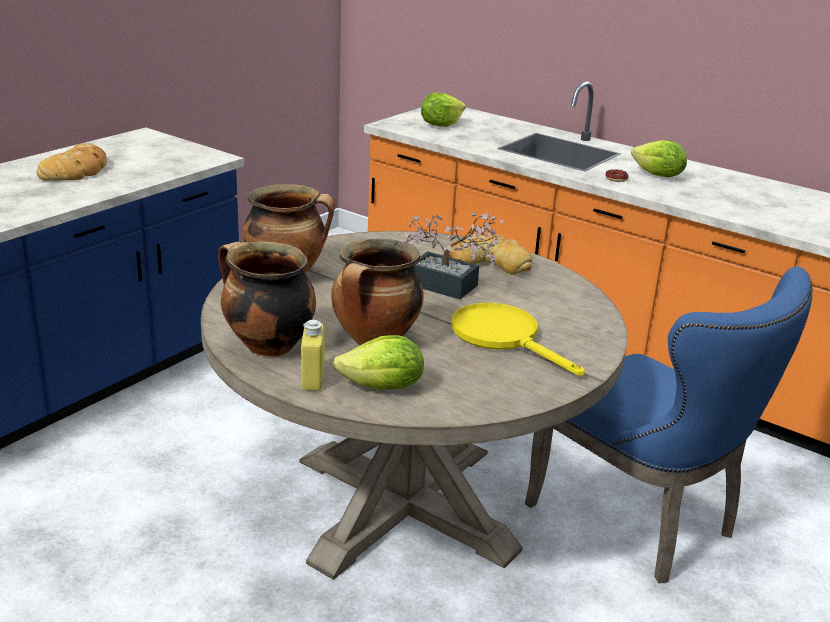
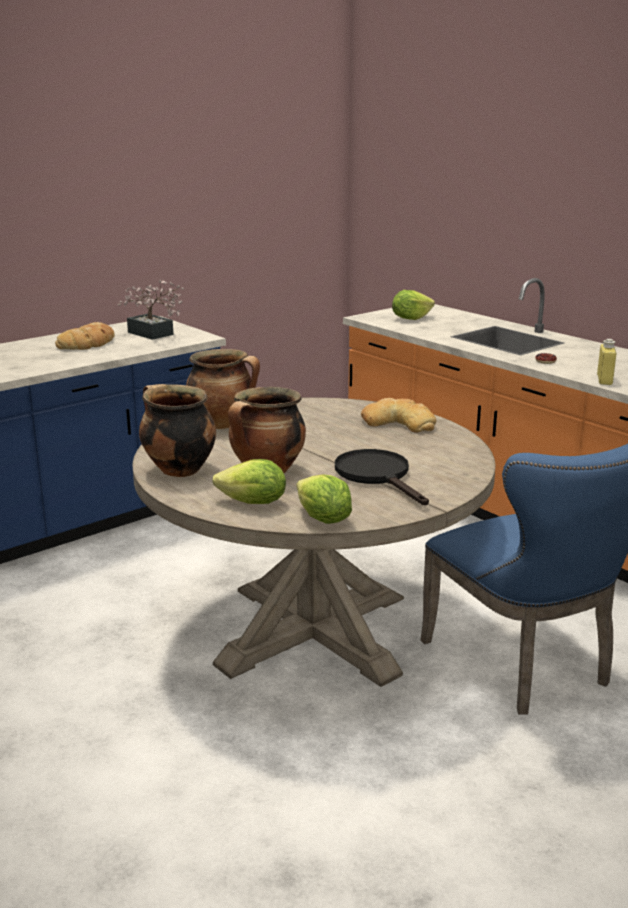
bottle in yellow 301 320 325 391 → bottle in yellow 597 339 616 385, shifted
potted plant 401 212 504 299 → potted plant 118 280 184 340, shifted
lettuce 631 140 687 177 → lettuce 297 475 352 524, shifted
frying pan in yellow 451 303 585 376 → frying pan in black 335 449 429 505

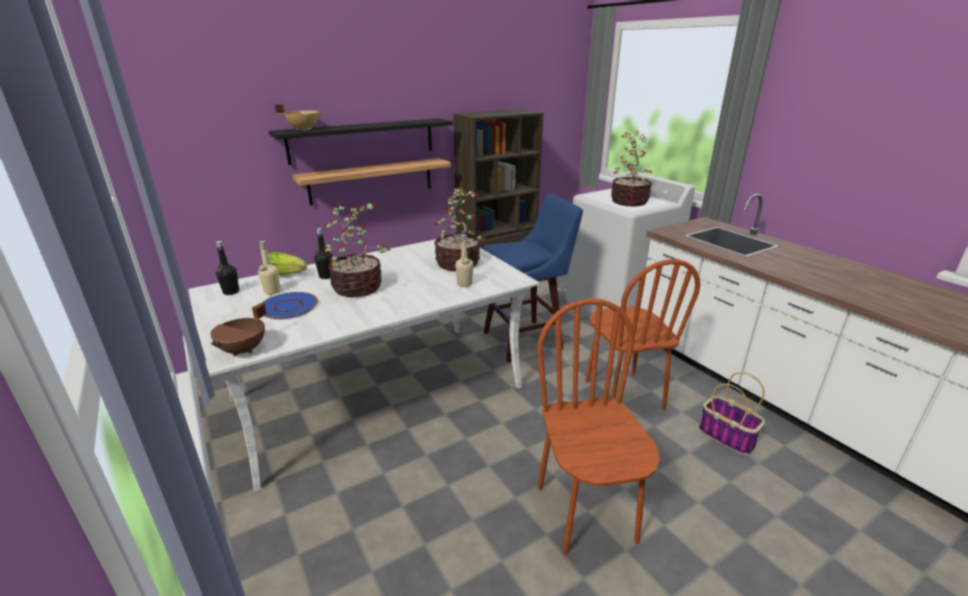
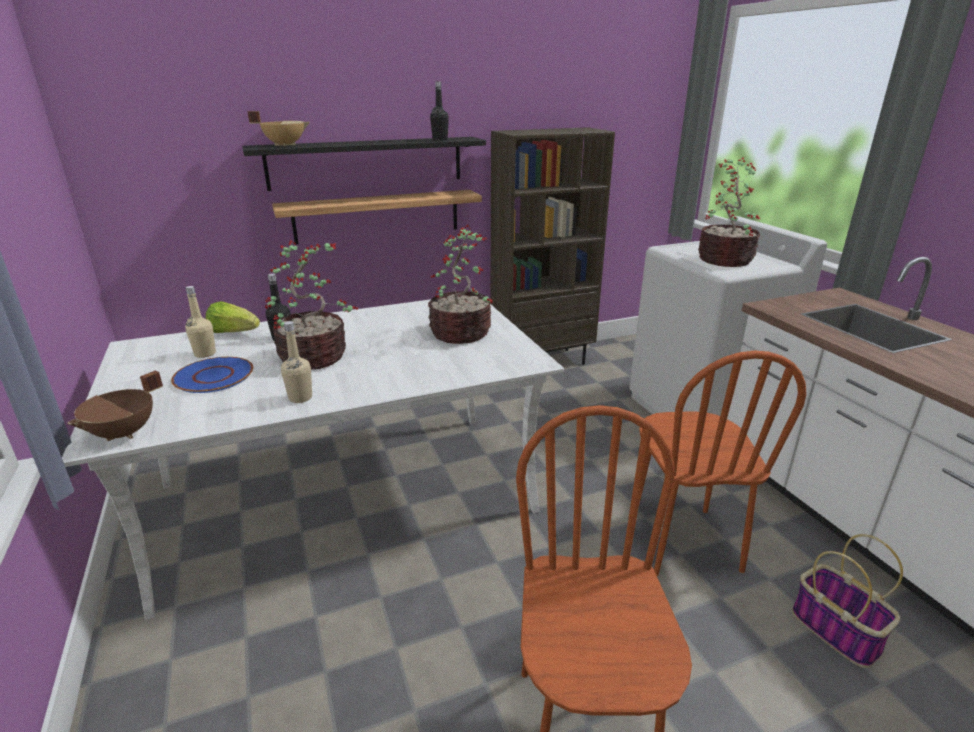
stool in blue 483 194 583 362 → -
bottle in black 216 241 239 295 → bottle in black 430 82 449 140, shifted
bottle in beige 455 235 473 287 → bottle in beige 281 321 312 403, shifted

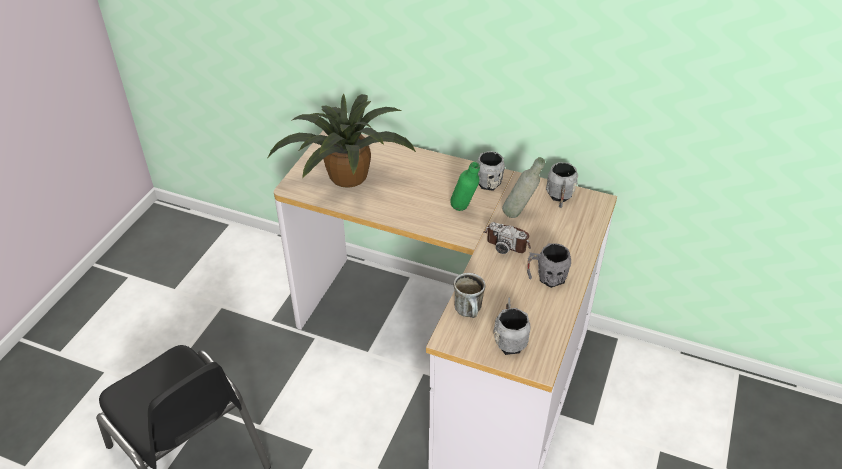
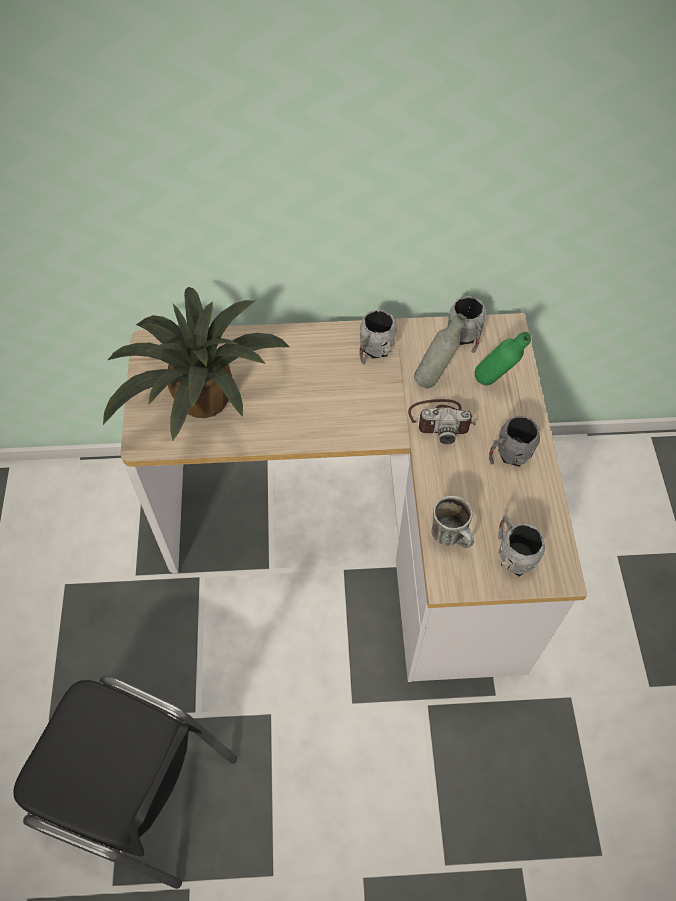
bottle in green 450 162 480 211 → bottle in green 475 332 532 386, shifted

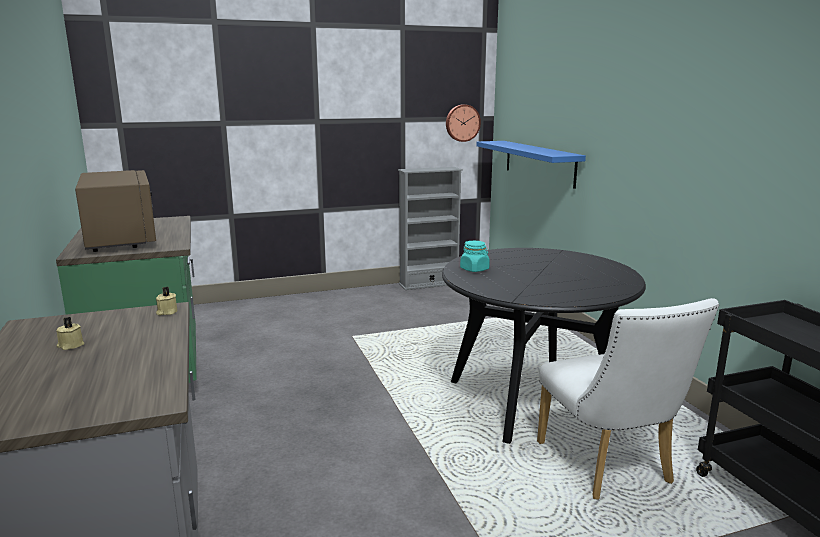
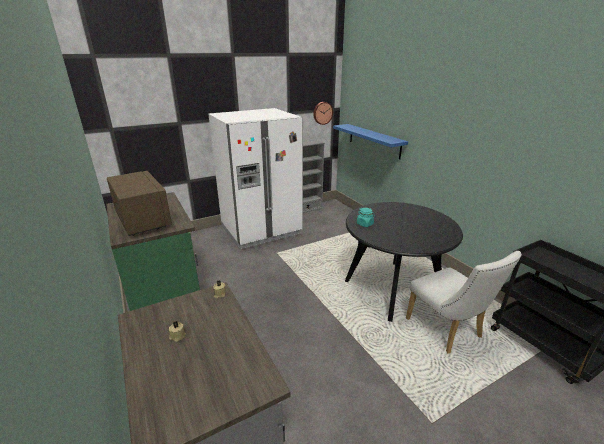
- → fridge in white 208 108 303 249

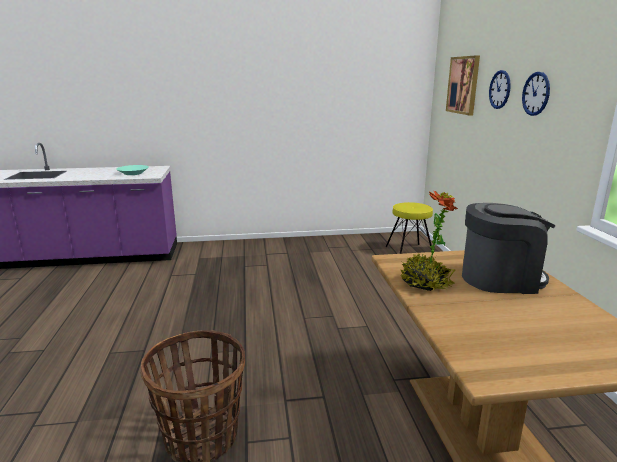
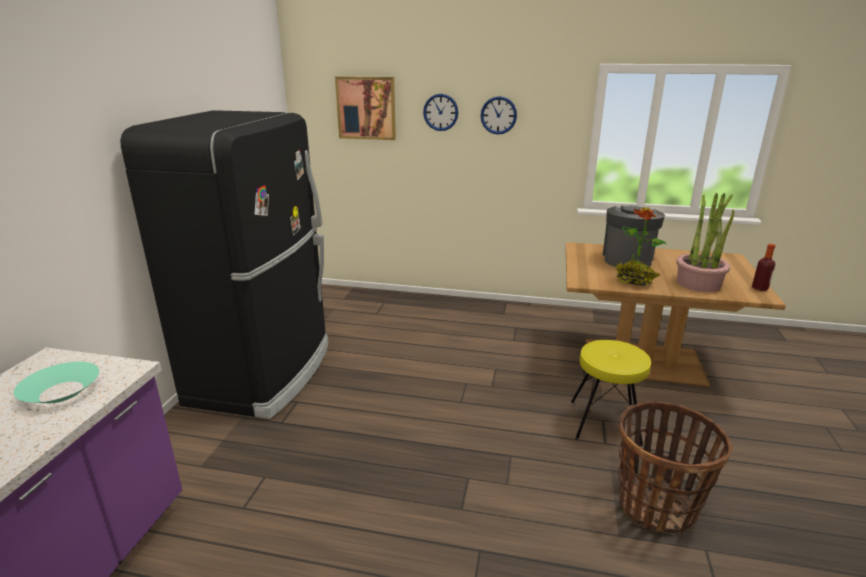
- → fridge in black 120 110 328 419
- → potted plant 676 193 734 292
- → bottle 752 244 775 291
stool in yellow 385 202 433 254 → stool in yellow 571 340 651 447, shifted

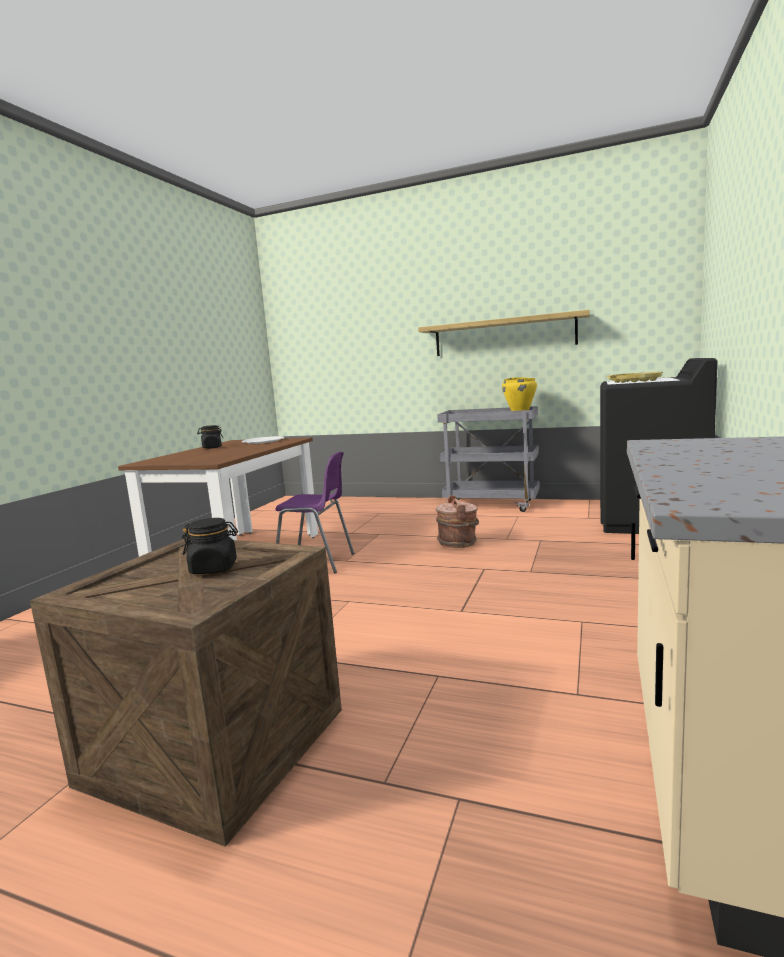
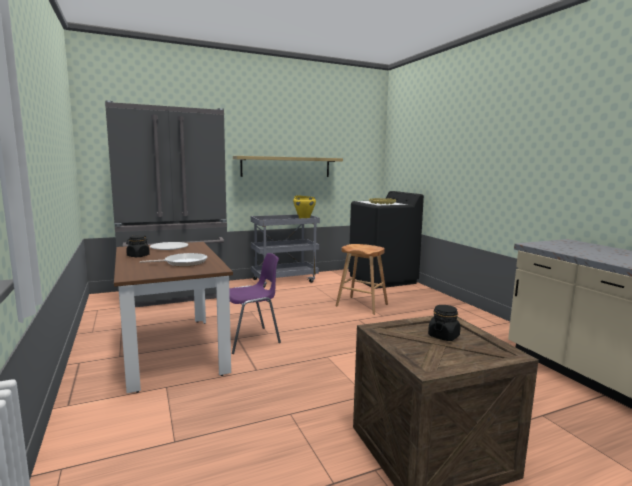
bucket in brown 436 496 479 548 → -
- → fridge in grey 105 100 228 307
- → frying pan 140 253 208 267
- → stool in brown 336 244 388 315

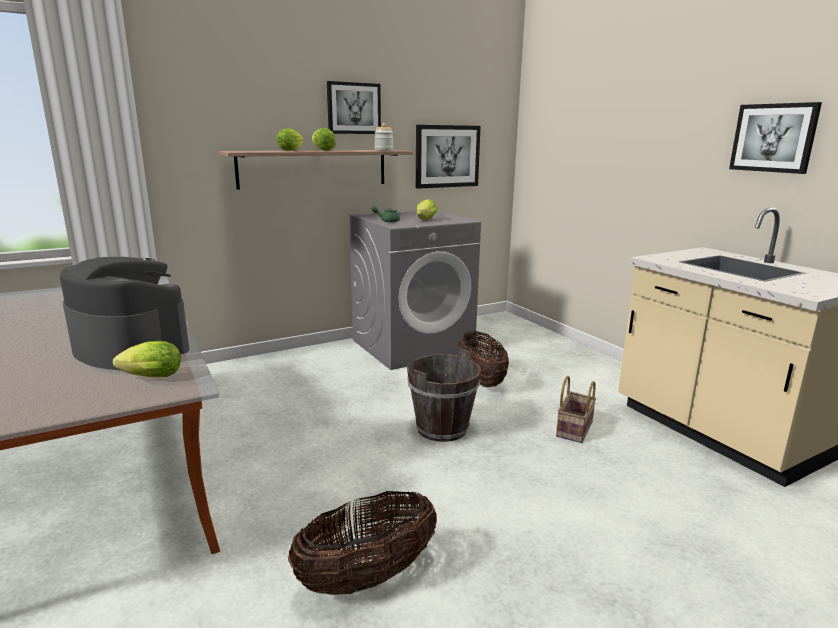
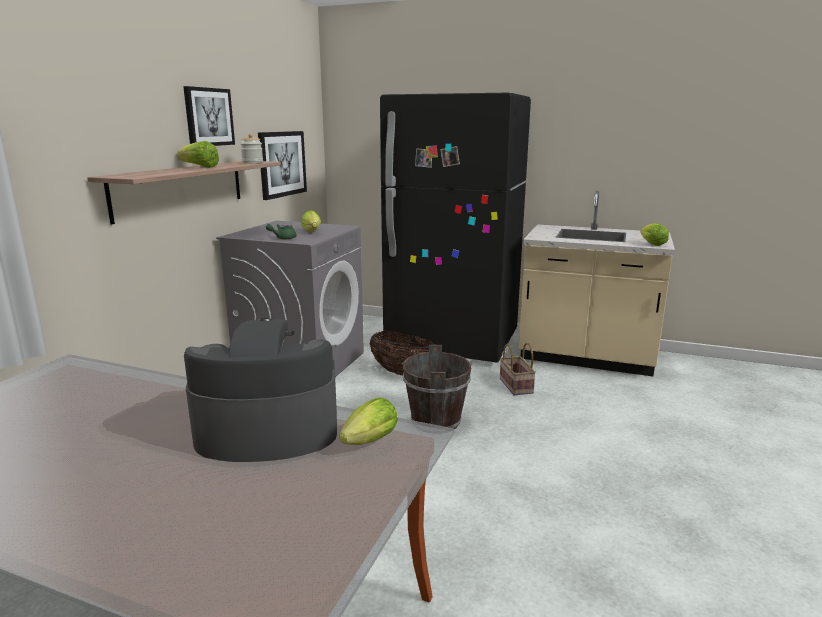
basket 288 491 437 595 → -
picture 729 102 822 174 → -
- → fridge in black 380 93 531 363
lettuce 276 128 304 151 → lettuce 640 223 669 246, shifted

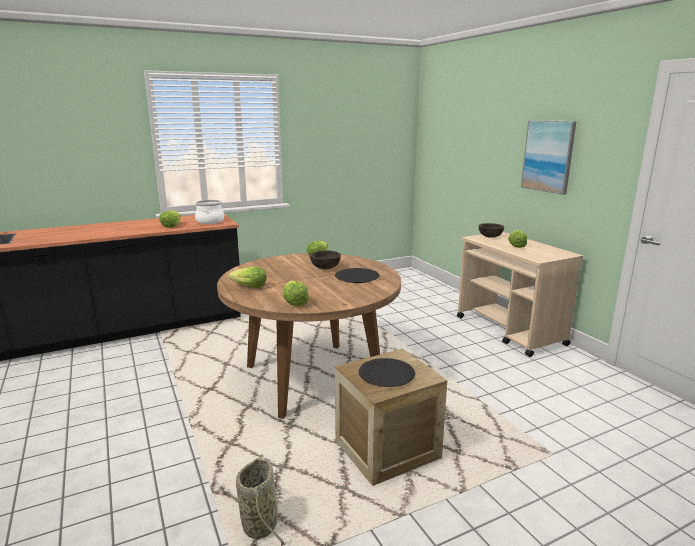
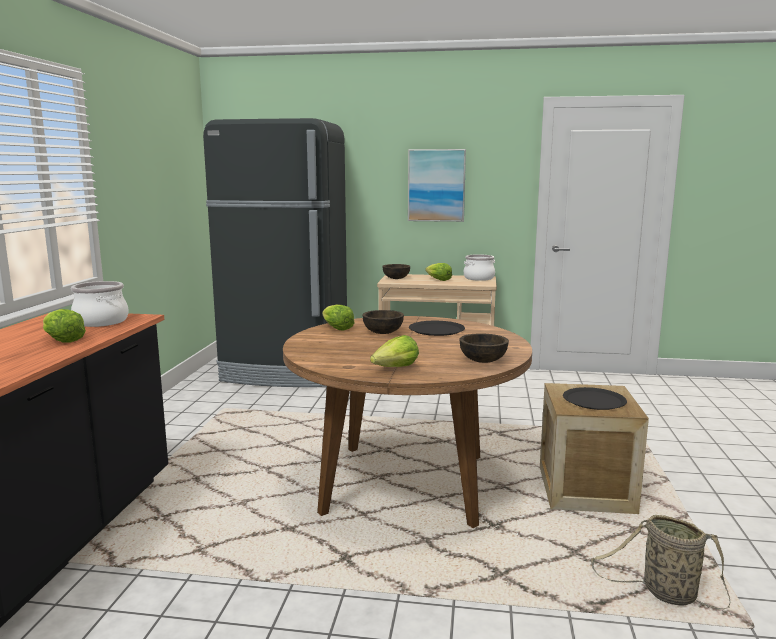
- → fridge in black 203 118 347 387
- → cooking pot 464 254 495 281
lettuce 283 280 309 306 → bowl in brown 459 333 509 363

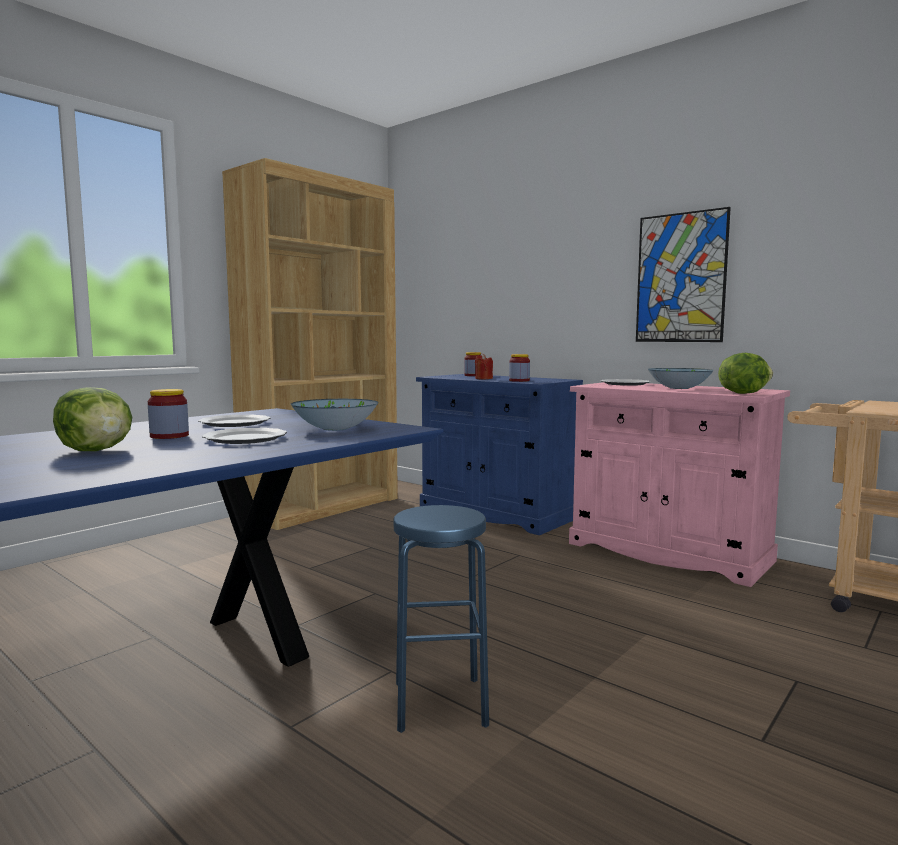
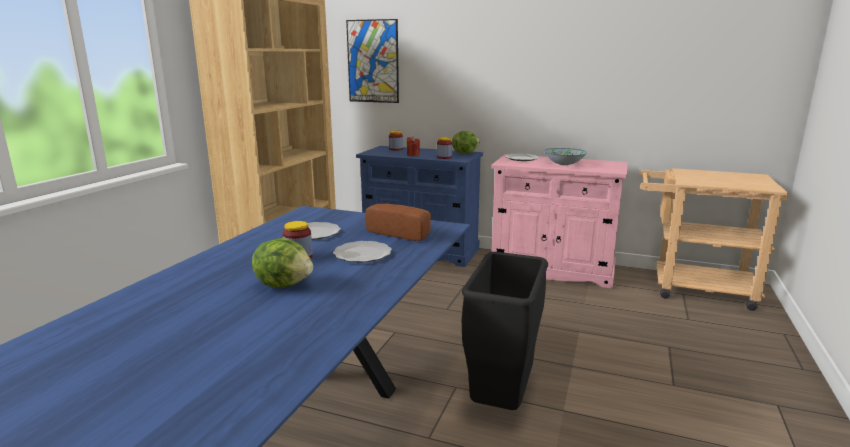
picture 636 207 731 342 → picture 346 19 399 103, shifted
lettuce 718 353 773 394 → lettuce 452 131 480 154, shifted
bowl 291 399 378 431 → bread 365 204 431 241
stool in blue 394 505 489 733 → trash can in black 462 252 548 410

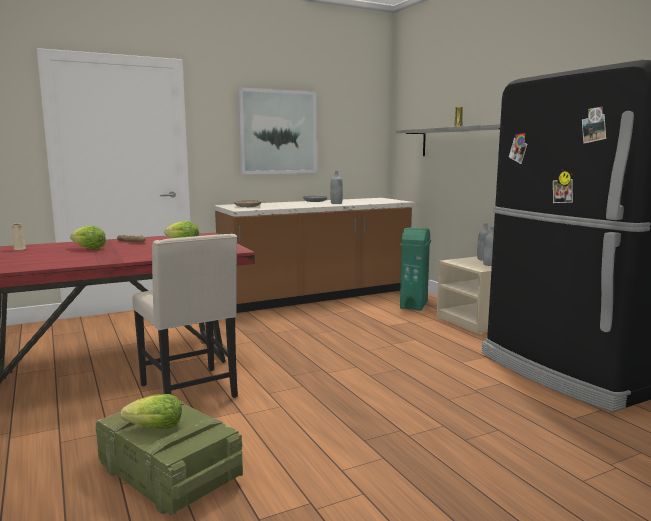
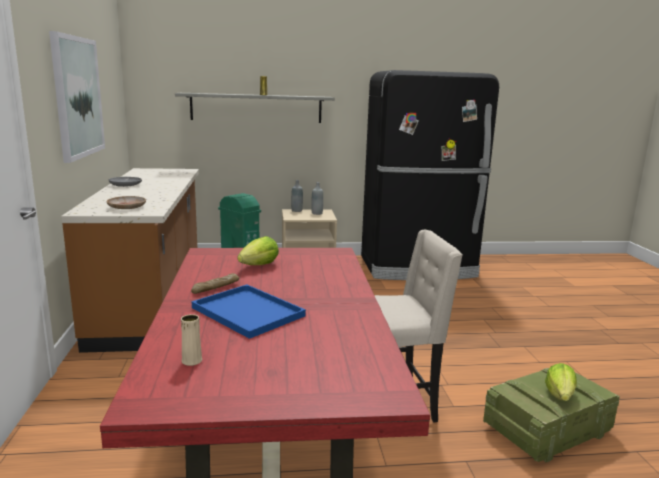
bottle in grey 330 171 343 204 → -
lettuce 70 226 106 249 → tray in blue 192 284 306 339

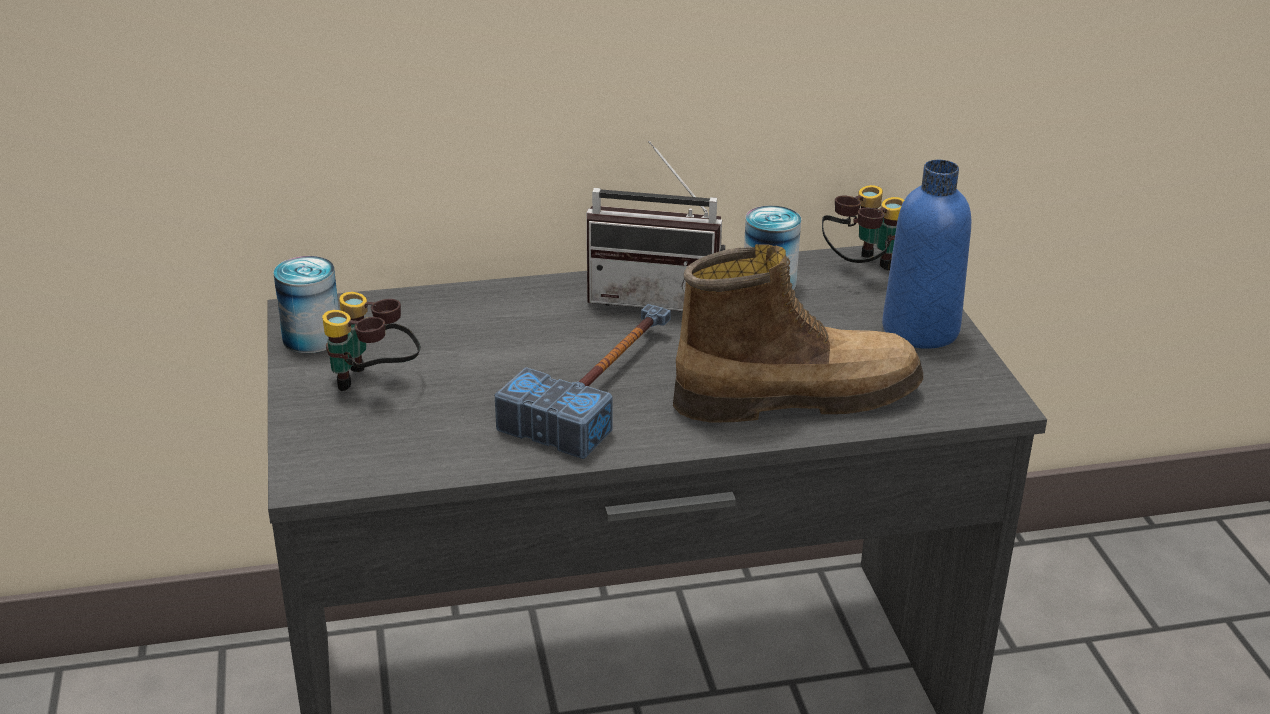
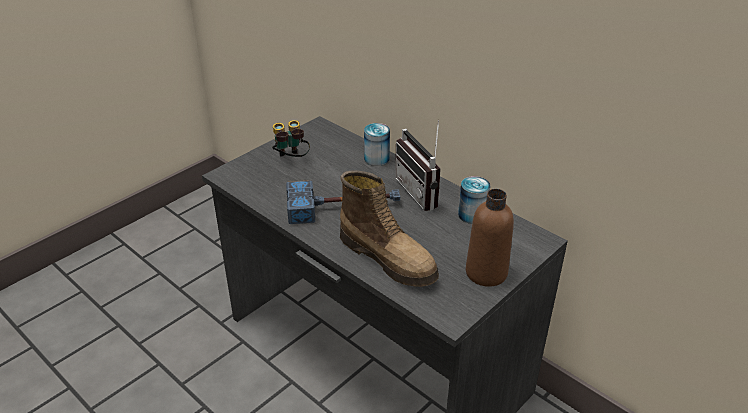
binoculars 822 185 904 270 → -
can 273 256 339 353 → can 364 123 390 166, shifted
bottle in blue 882 160 971 349 → bottle in brown 466 189 514 287

